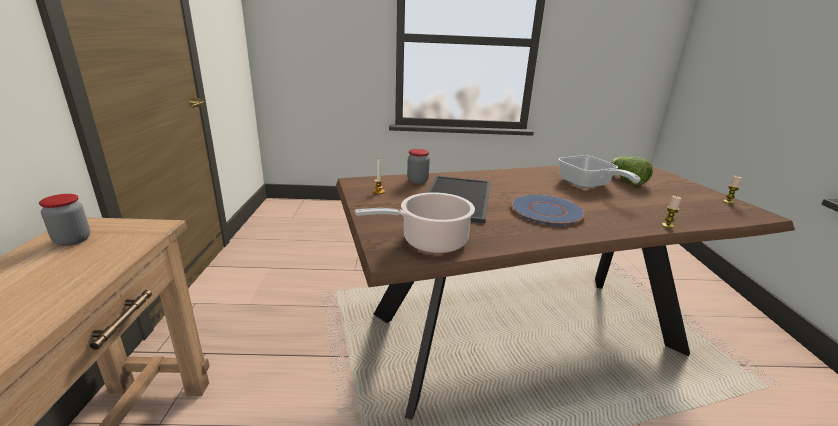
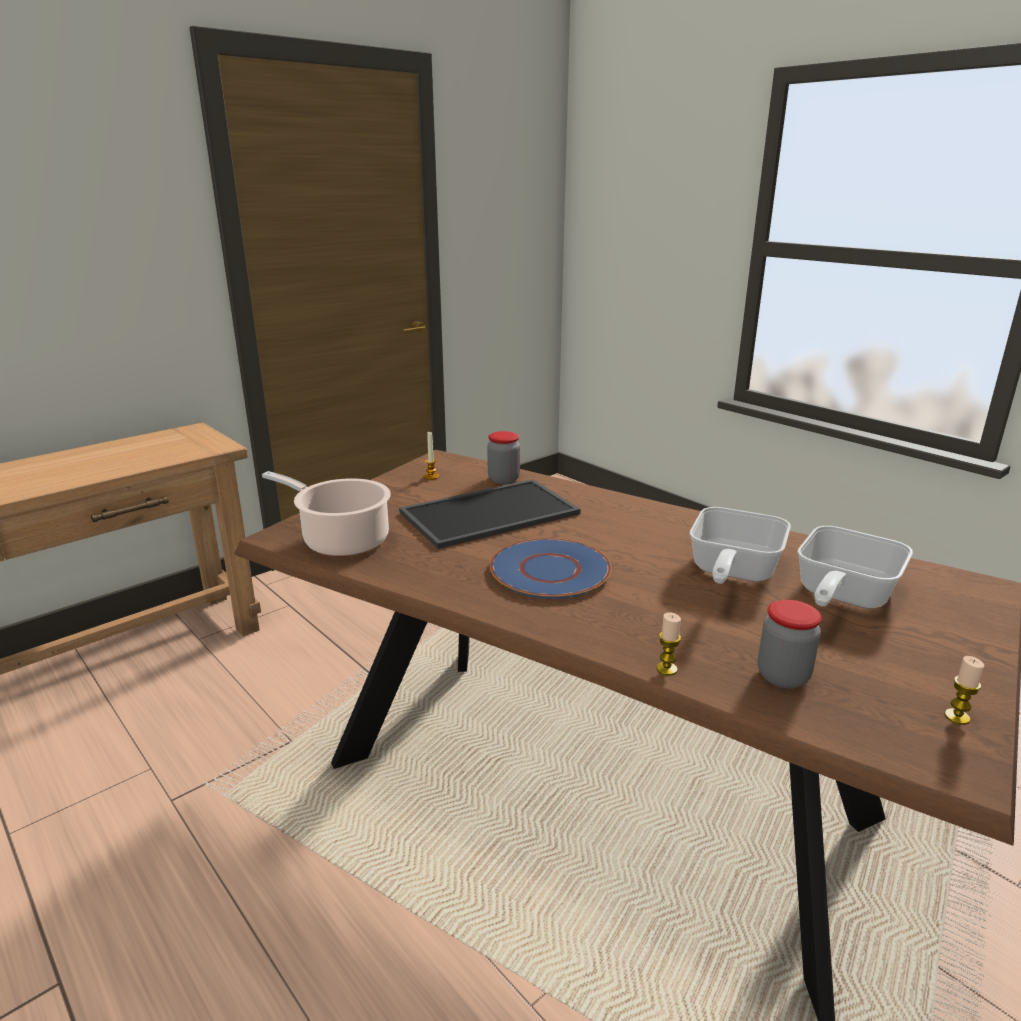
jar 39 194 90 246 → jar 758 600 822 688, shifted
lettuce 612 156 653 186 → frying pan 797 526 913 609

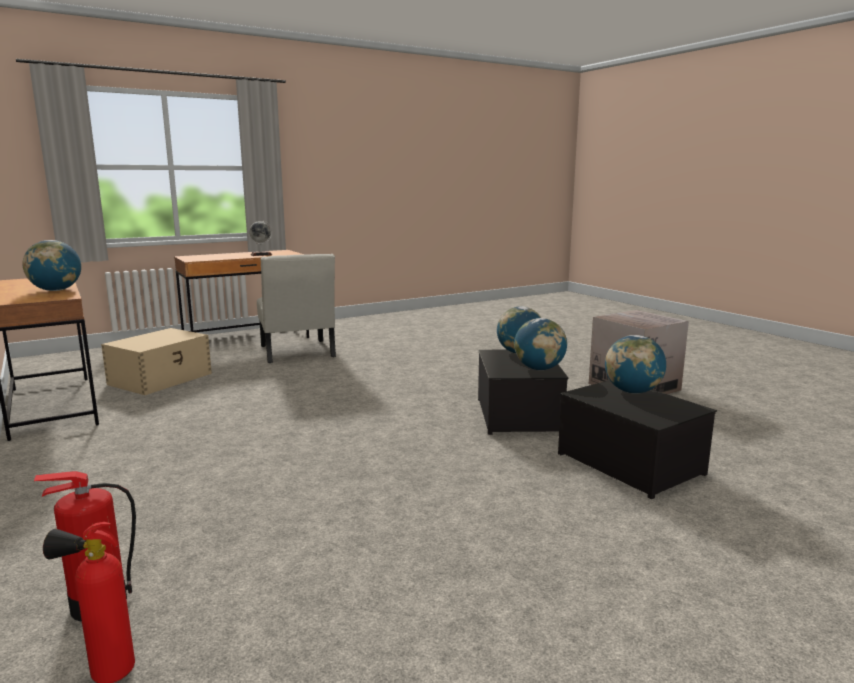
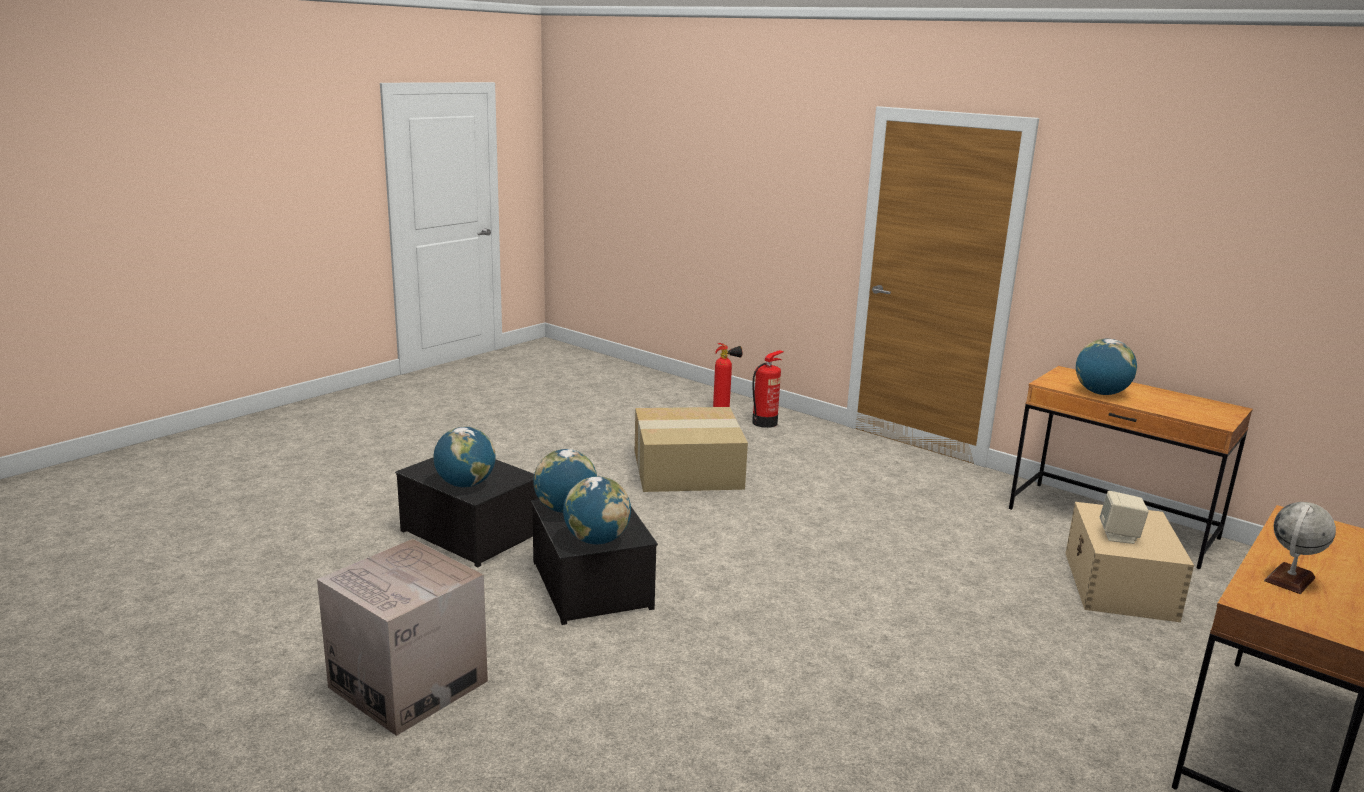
chair in white 257 254 336 363 → -
- → cardboard box 635 407 748 492
- → speaker in beige 1100 491 1149 544

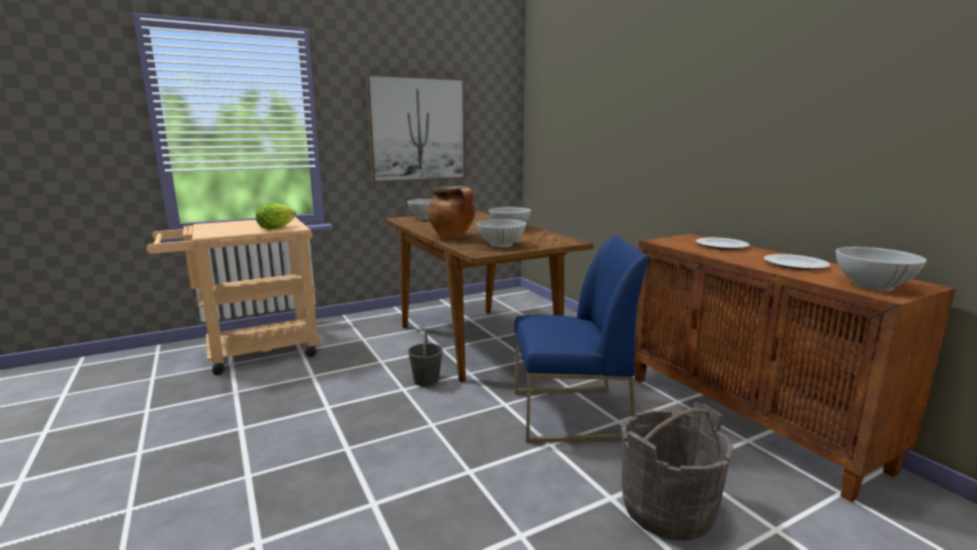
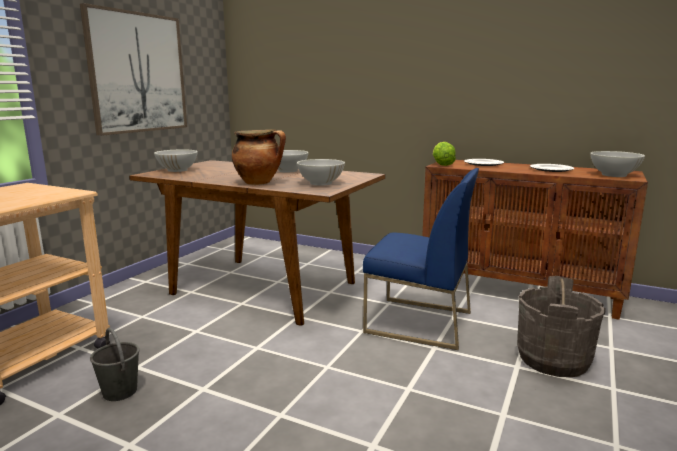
lettuce 256 203 296 230 → lettuce 433 142 456 166, shifted
bucket in grey 408 330 443 387 → bucket in grey 90 328 139 401, shifted
chair in blue 514 235 649 443 → chair in blue 363 168 479 350, 60 degrees clockwise

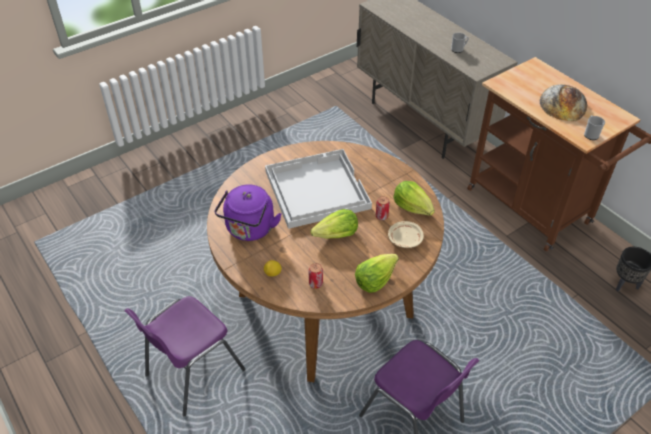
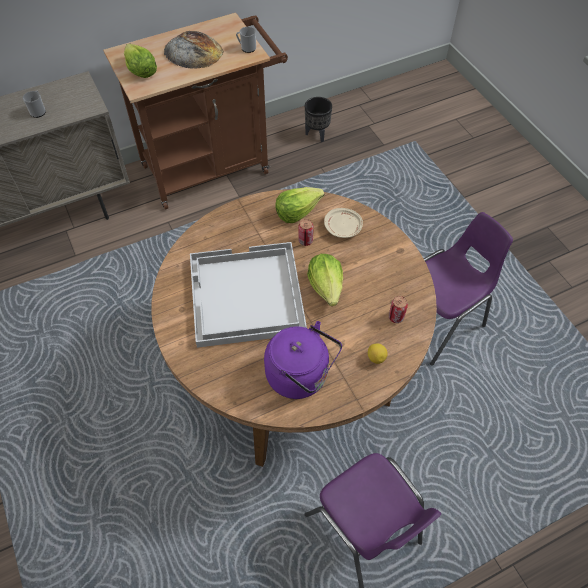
lettuce 355 254 399 293 → lettuce 124 43 157 78, shifted

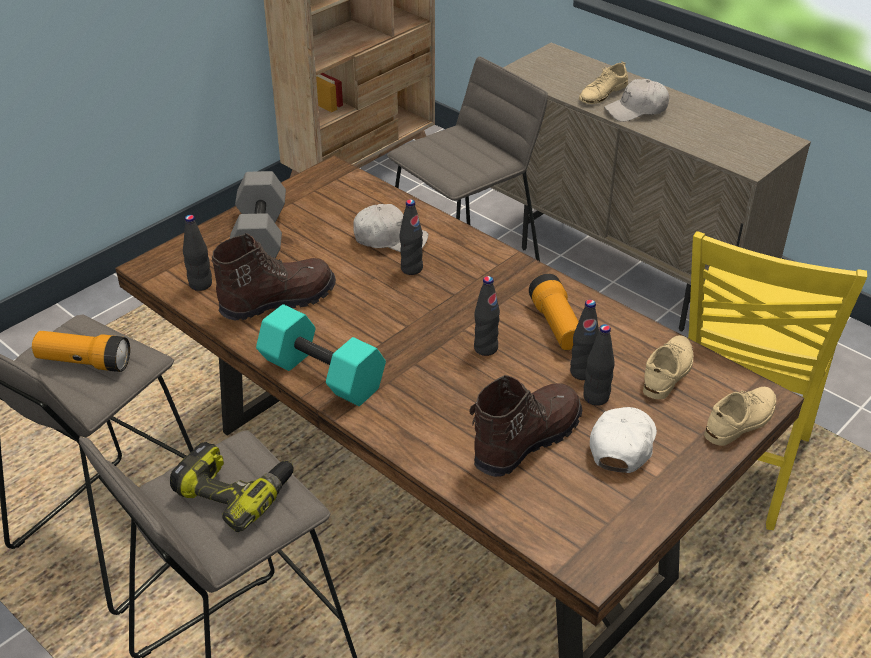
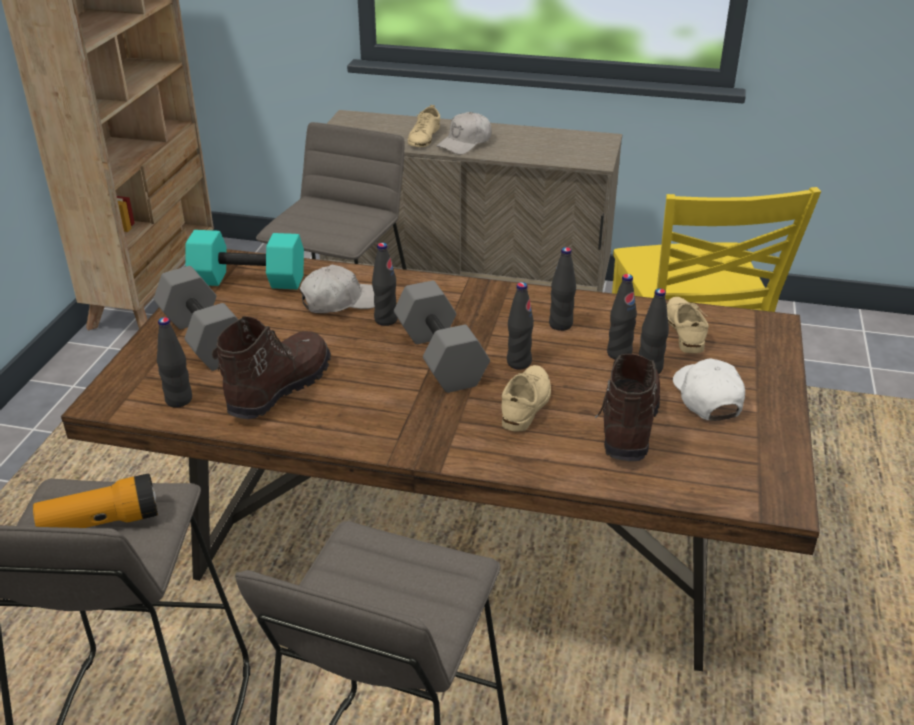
power drill 170 442 294 532 → -
- → dumbbell in grey 394 281 490 393
dumbbell in turquoise 256 304 386 406 → dumbbell in turquoise 186 230 304 289, shifted
shoe in beige 704 387 776 446 → shoe in beige 501 365 551 432, shifted
flashlight 529 274 579 350 → bottle in black 549 247 576 331

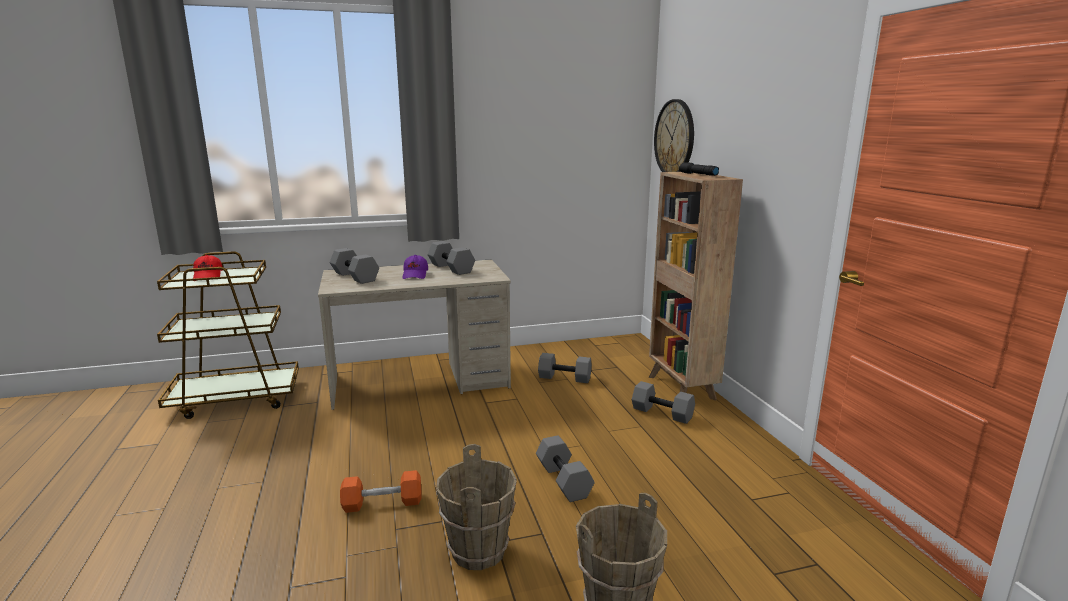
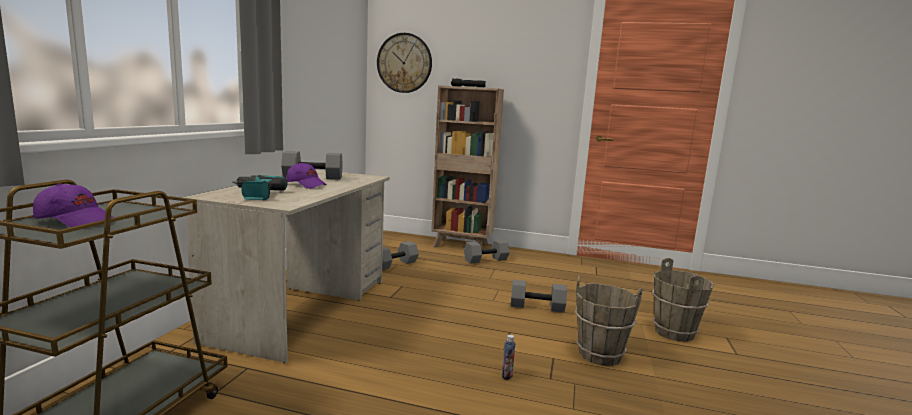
dumbbell in grey 330 248 379 284 → power drill 232 175 287 200
dumbbell in orange 340 470 422 513 → bottle 502 335 515 380
cap in red 193 255 223 281 → cap in purple 33 183 114 227

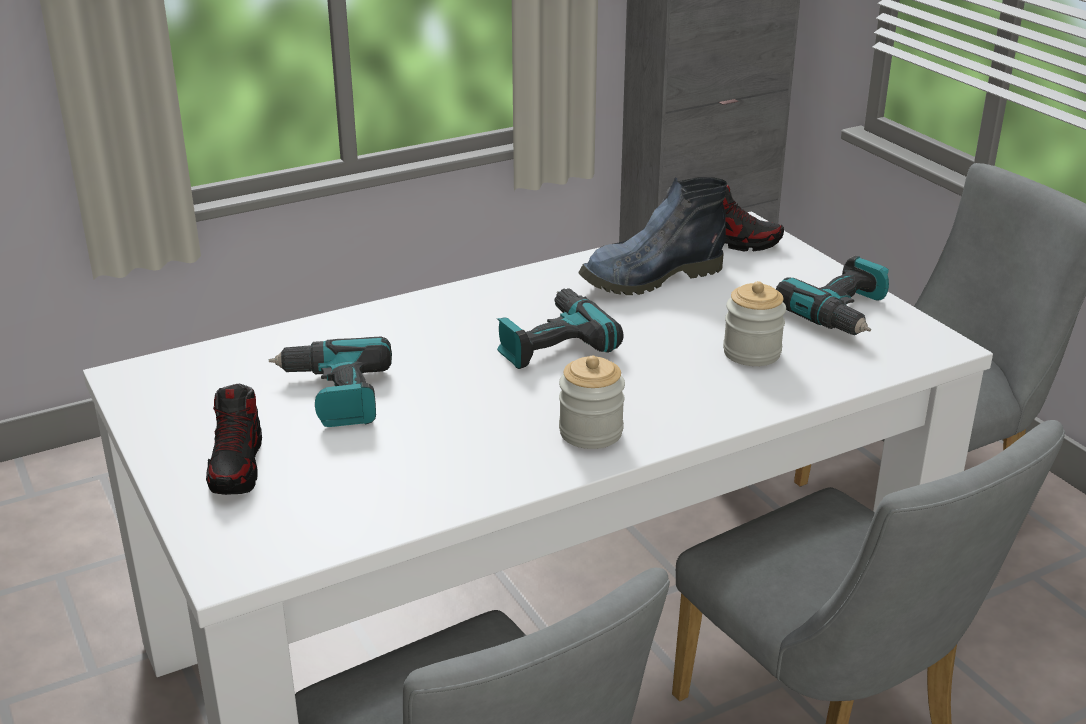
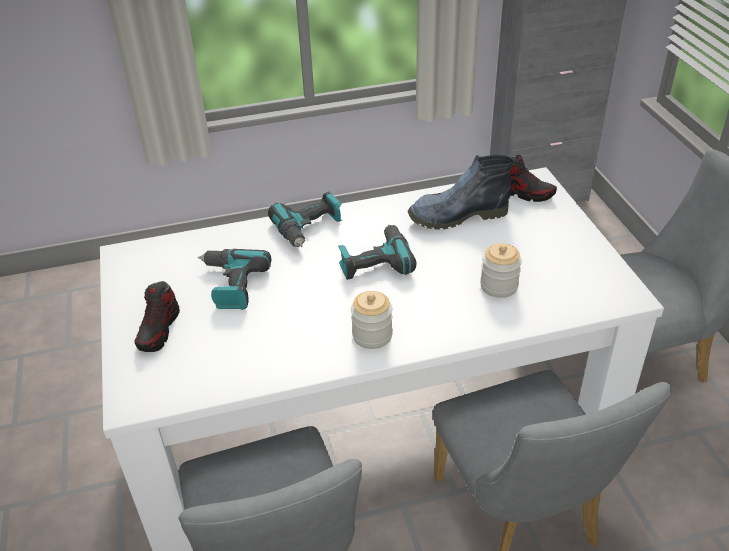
power drill 776 256 889 335 → power drill 268 191 342 247, shifted

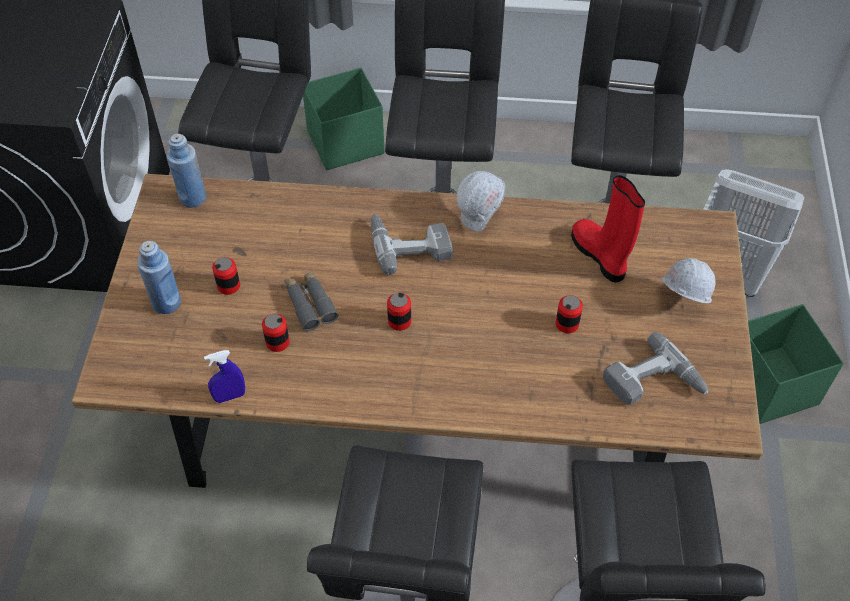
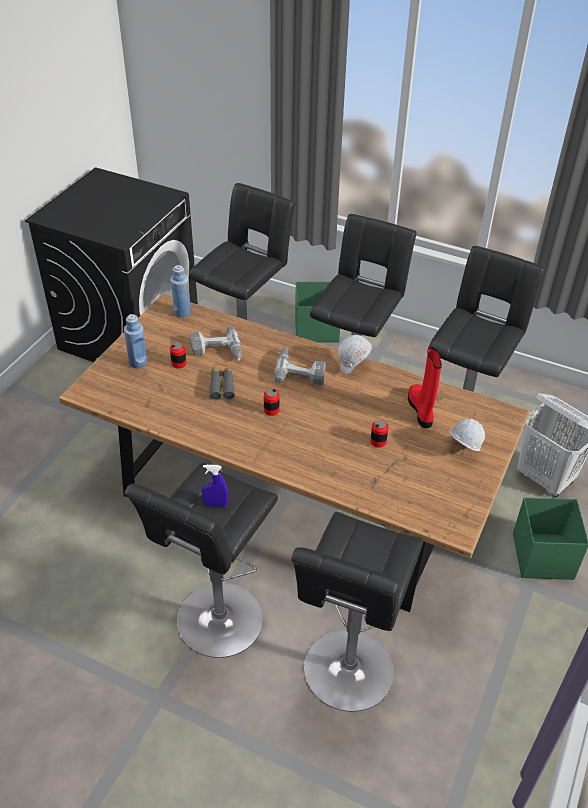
can 262 314 290 352 → -
spray bottle in blue 204 350 245 403 → spray bottle in blue 202 465 228 507, shifted
power drill 603 332 709 405 → power drill 190 326 242 361, shifted

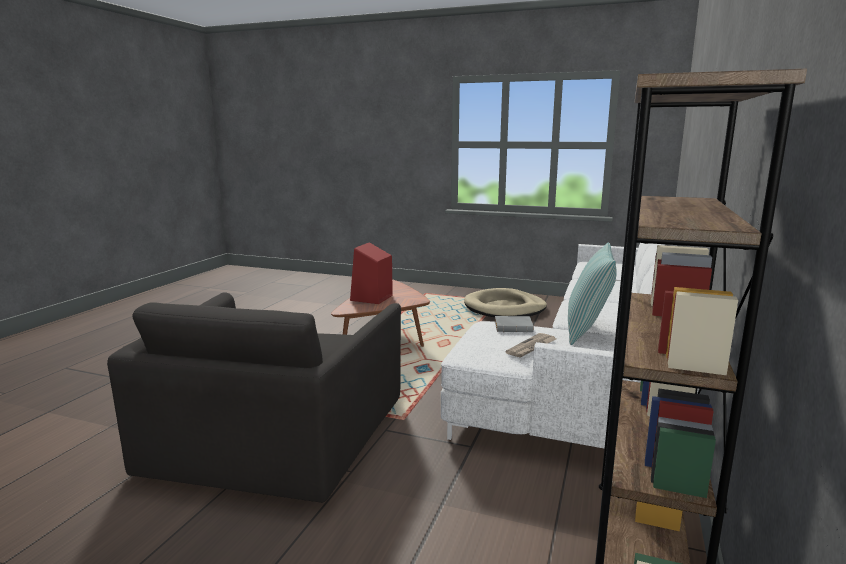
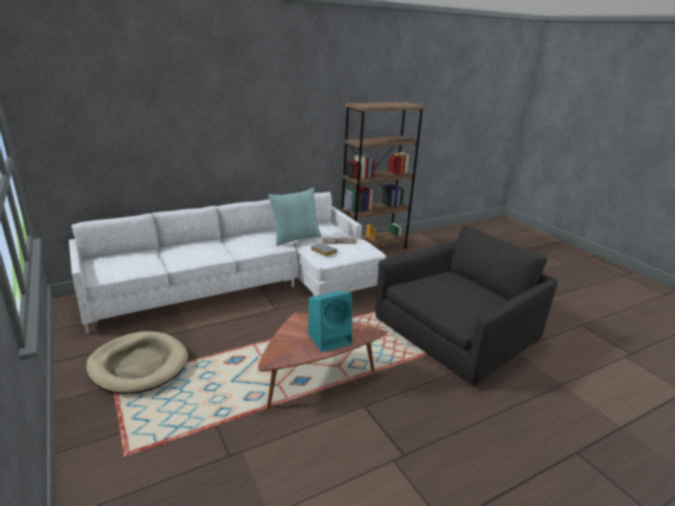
speaker in red 350 242 393 304 → speaker in turquoise 308 291 352 352

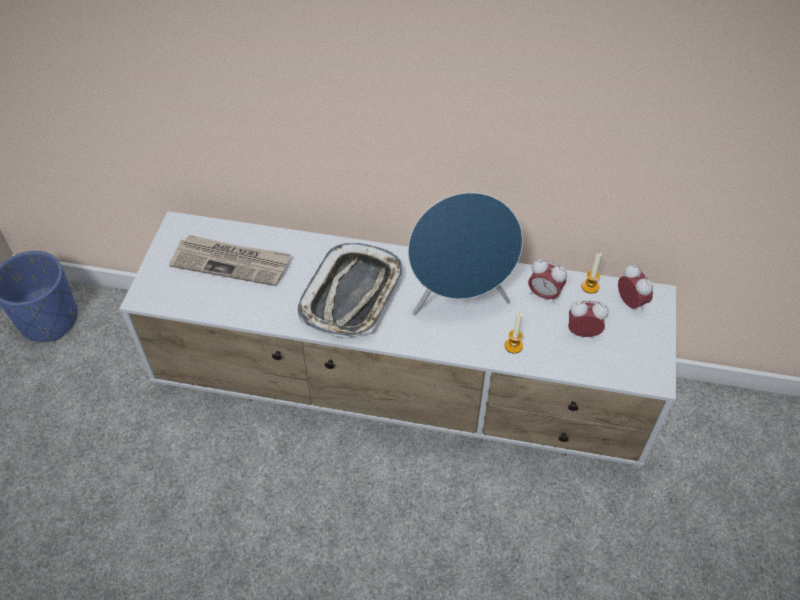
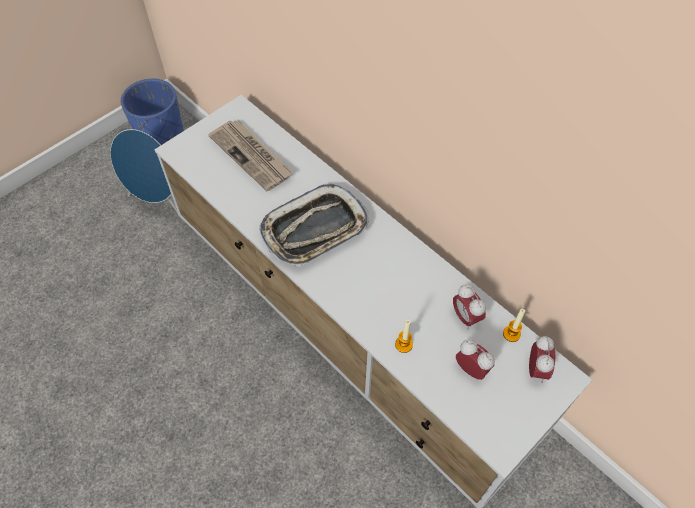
speaker in blue 408 192 523 315 → speaker in blue 110 129 182 219, shifted

